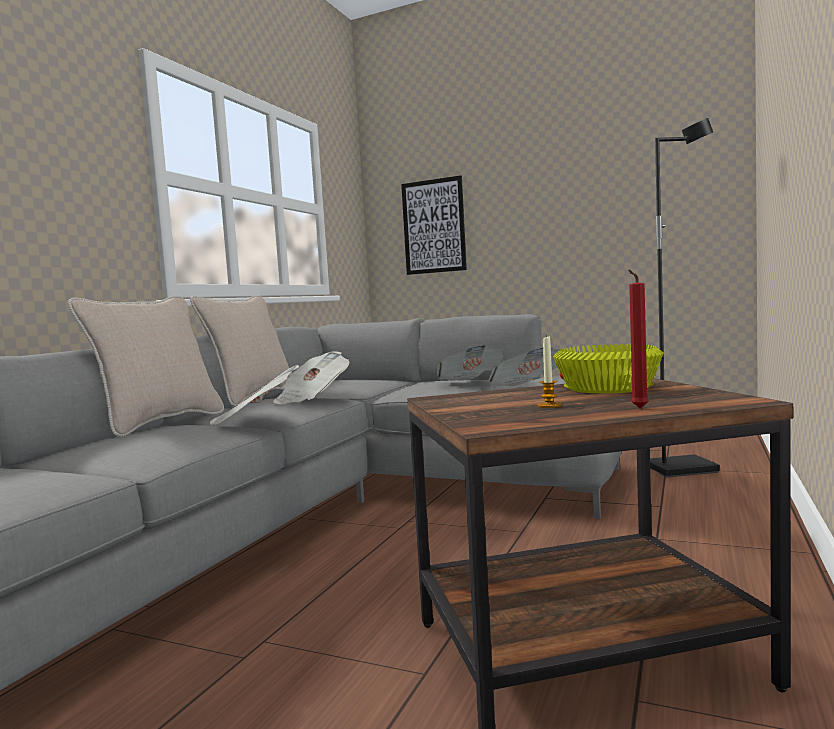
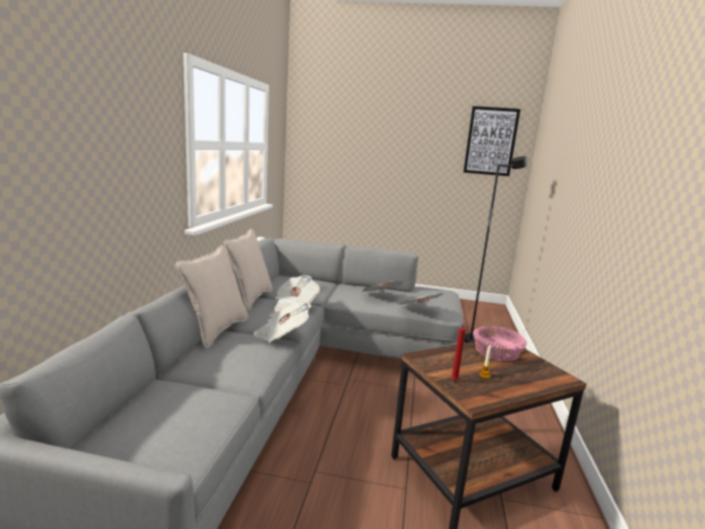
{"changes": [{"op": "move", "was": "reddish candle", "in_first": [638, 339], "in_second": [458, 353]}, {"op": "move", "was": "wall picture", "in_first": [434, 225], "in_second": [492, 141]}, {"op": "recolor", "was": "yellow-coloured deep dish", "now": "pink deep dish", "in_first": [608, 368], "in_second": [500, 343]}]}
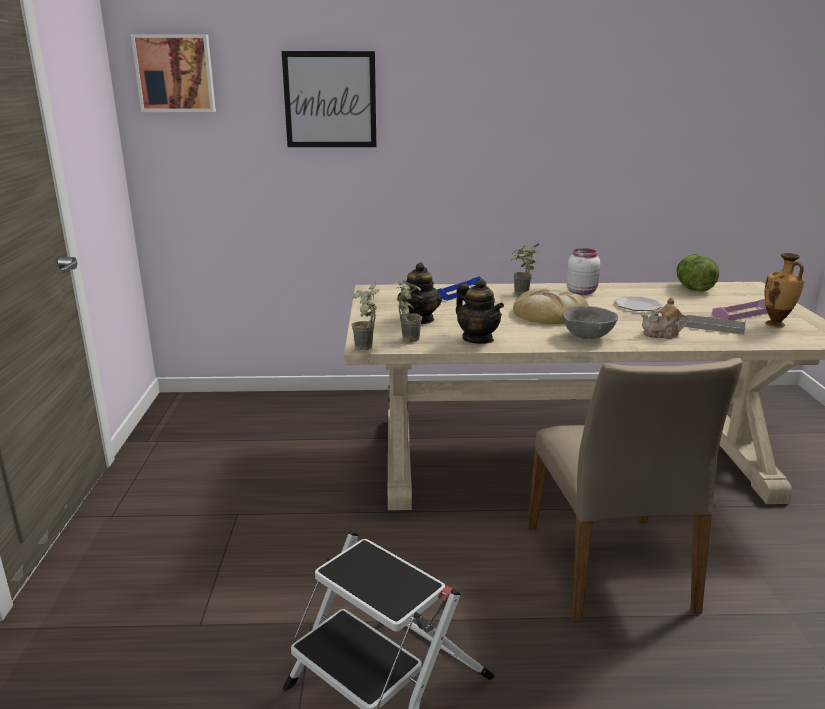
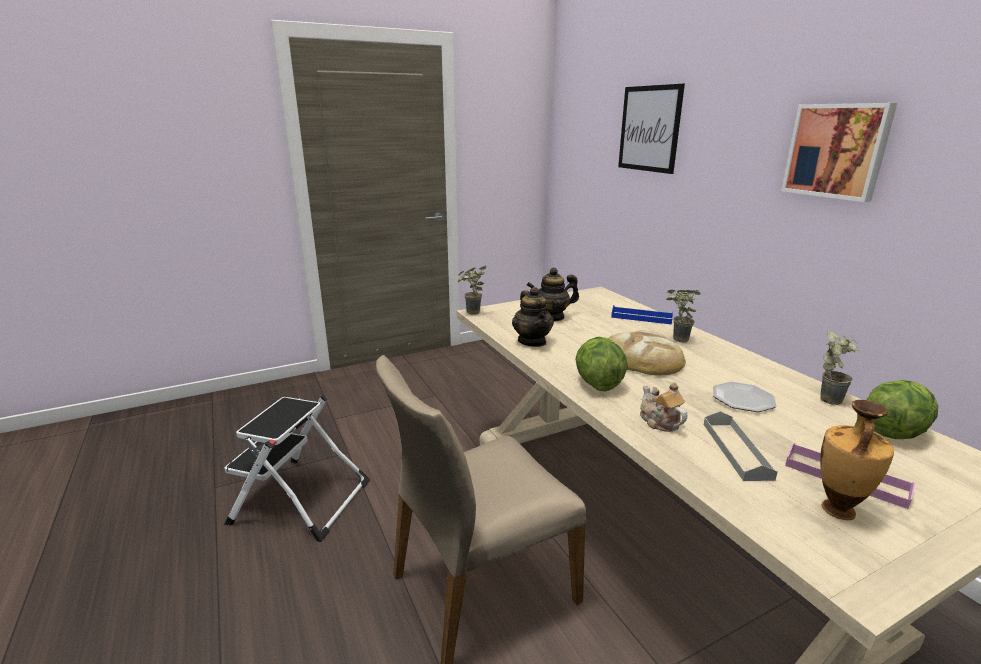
{"changes": [{"op": "rotate", "was": "tea pot", "in_first": [480, 311], "in_second": [533, 317], "clockwise": -45}, {"op": "replace", "was": "gray deep dish", "now": "head of lettuce", "in_first": [590, 322], "in_second": [601, 364]}, {"op": "move", "was": "wall picture", "in_first": [173, 73], "in_second": [839, 152]}, {"op": "move", "was": "houseplant", "in_first": [408, 311], "in_second": [839, 368]}, {"op": "delete", "was": "white-coloured preserve jar", "in_first": [583, 271]}]}
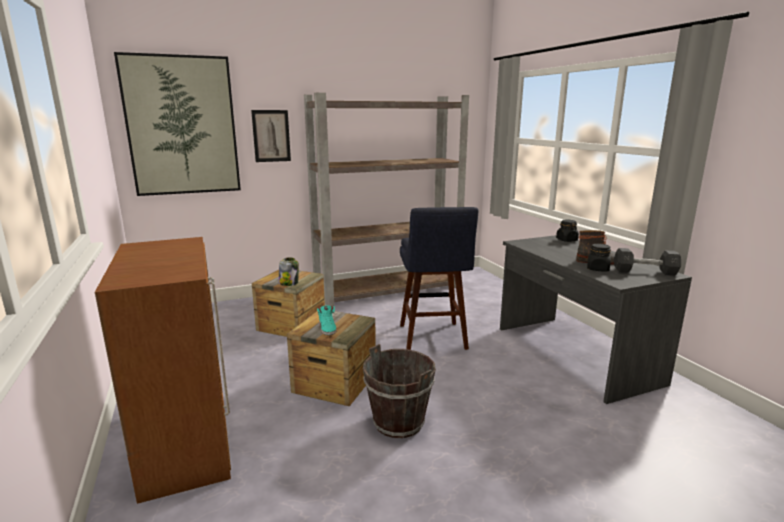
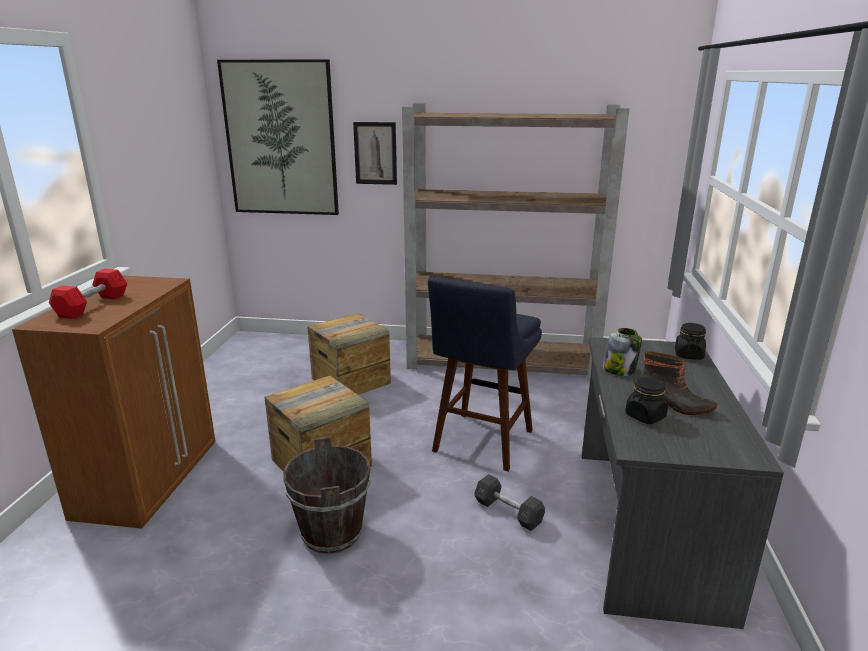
{"changes": [{"op": "insert", "now": "reddish free weight", "in_second": [88, 294]}, {"op": "move", "was": "gray free weight", "in_first": [647, 261], "in_second": [509, 502]}, {"op": "move", "was": "preserve jar", "in_first": [289, 272], "in_second": [622, 352]}, {"op": "delete", "was": "blue-green item of footwear", "in_first": [327, 320]}]}
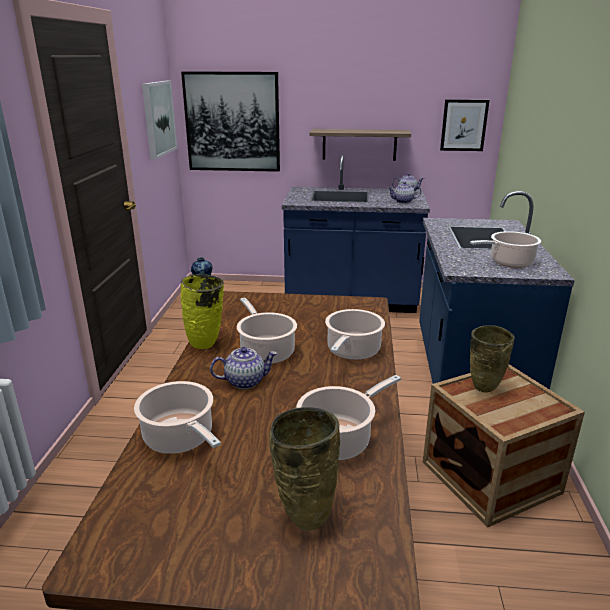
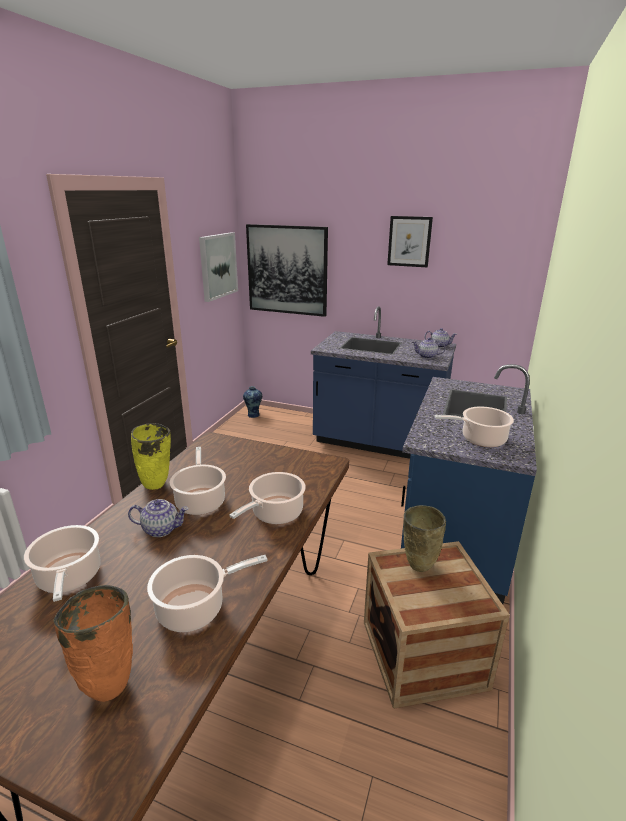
{"changes": [{"op": "recolor", "was": "sand-coloured flower vase", "now": "orange flower vase", "in_first": [304, 468], "in_second": [93, 643]}, {"op": "move", "was": "wall picture", "in_first": [465, 125], "in_second": [410, 241]}, {"op": "delete", "was": "bracket shelf", "in_first": [360, 145]}]}
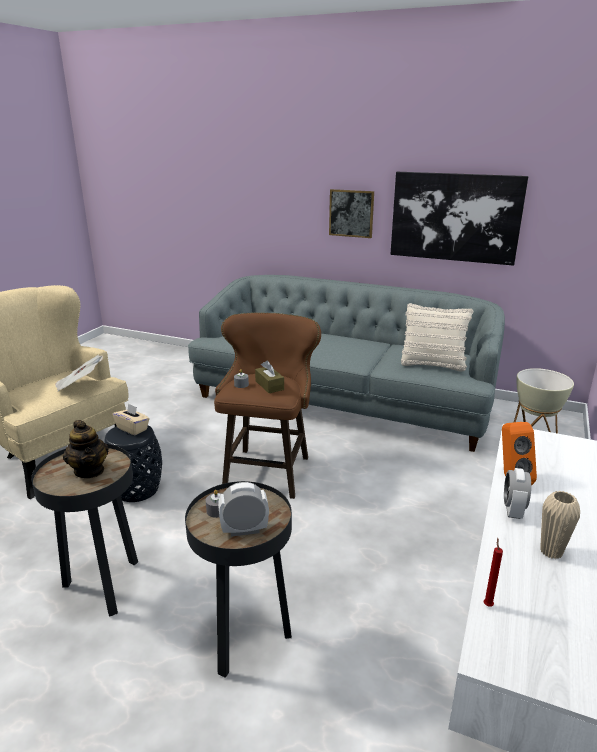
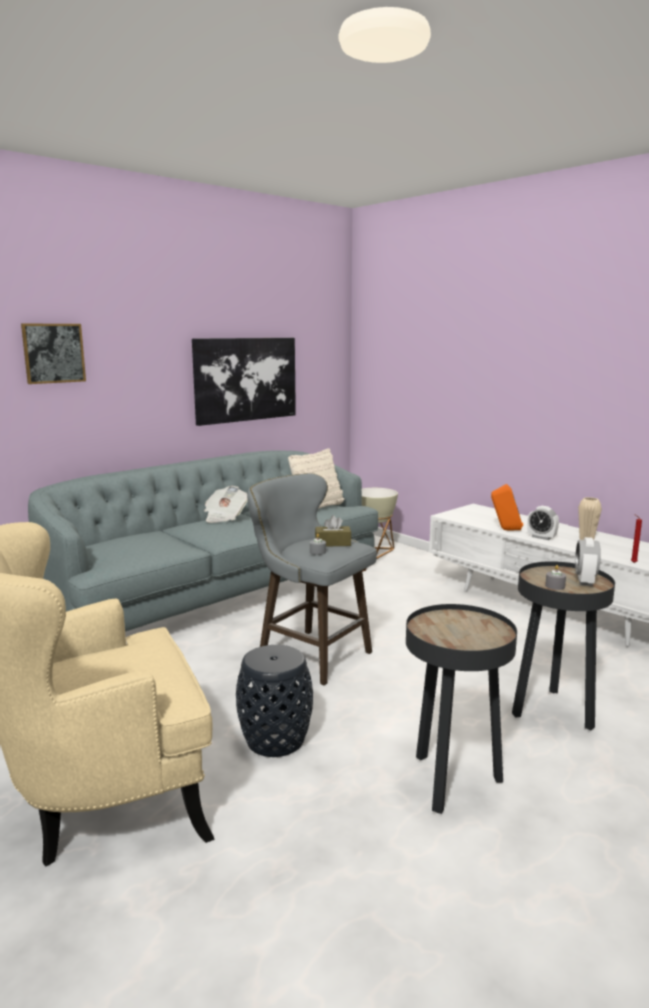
{"changes": [{"op": "move", "was": "wall picture", "in_first": [351, 213], "in_second": [53, 353]}, {"op": "move", "was": "daily paper", "in_first": [79, 373], "in_second": [226, 504]}, {"op": "recolor", "was": "brown-coloured stool seat", "now": "gray stool seat", "in_first": [267, 406], "in_second": [312, 579]}, {"op": "delete", "was": "tea pot", "in_first": [86, 449]}, {"op": "delete", "was": "sand-coloured box of tissues", "in_first": [131, 419]}]}
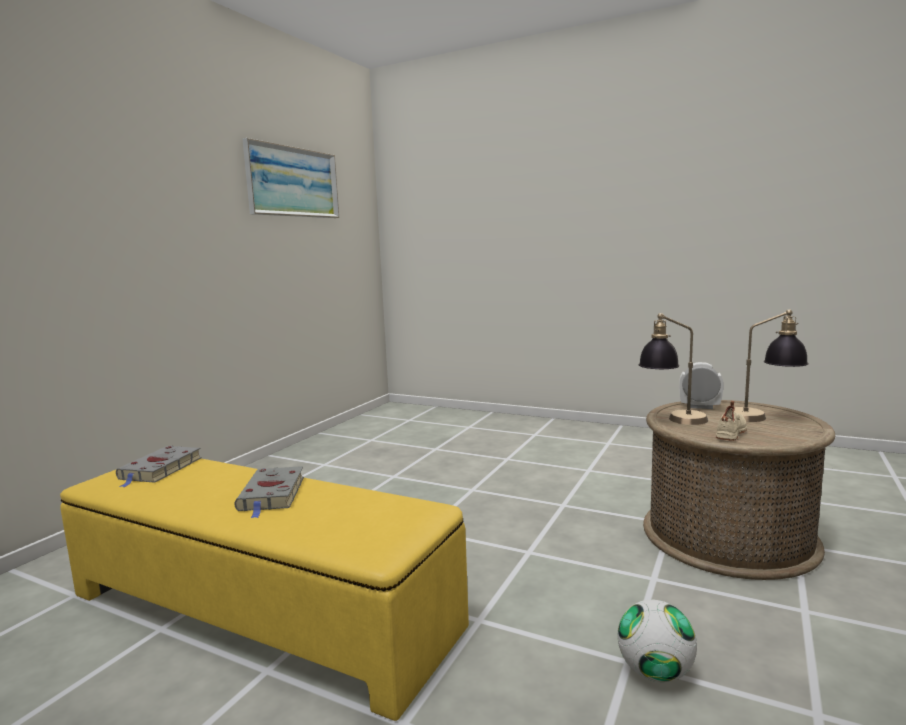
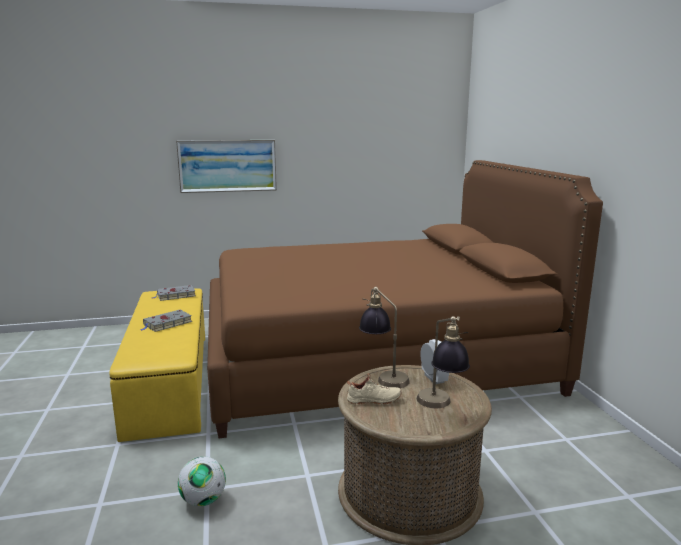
{"changes": [{"op": "move", "was": "wall picture", "in_first": [290, 178], "in_second": [226, 166]}, {"op": "insert", "now": "brown-coloured bed", "in_second": [405, 299]}]}
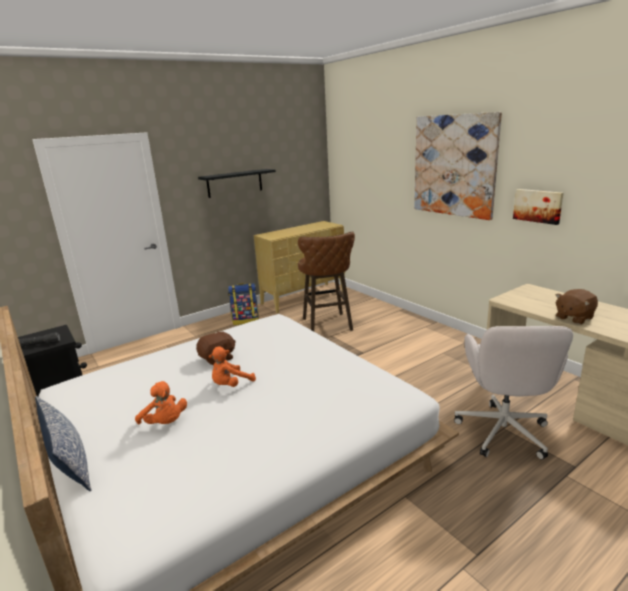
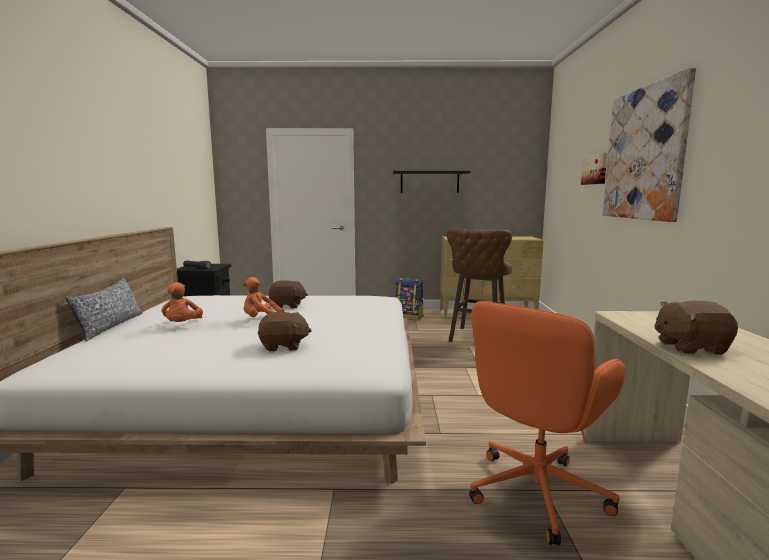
{"changes": [{"op": "insert", "now": "brown-coloured cuddly toy", "in_second": [285, 331]}, {"op": "recolor", "was": "white-coloured office chair", "now": "orange office chair", "in_first": [513, 393], "in_second": [547, 423]}, {"op": "move", "was": "wall picture", "in_first": [538, 207], "in_second": [594, 169]}]}
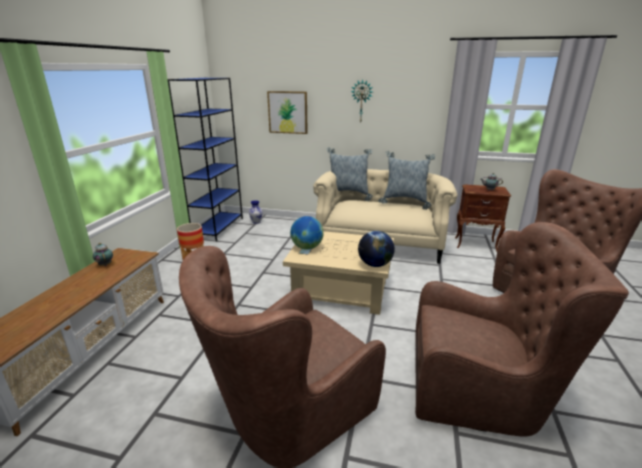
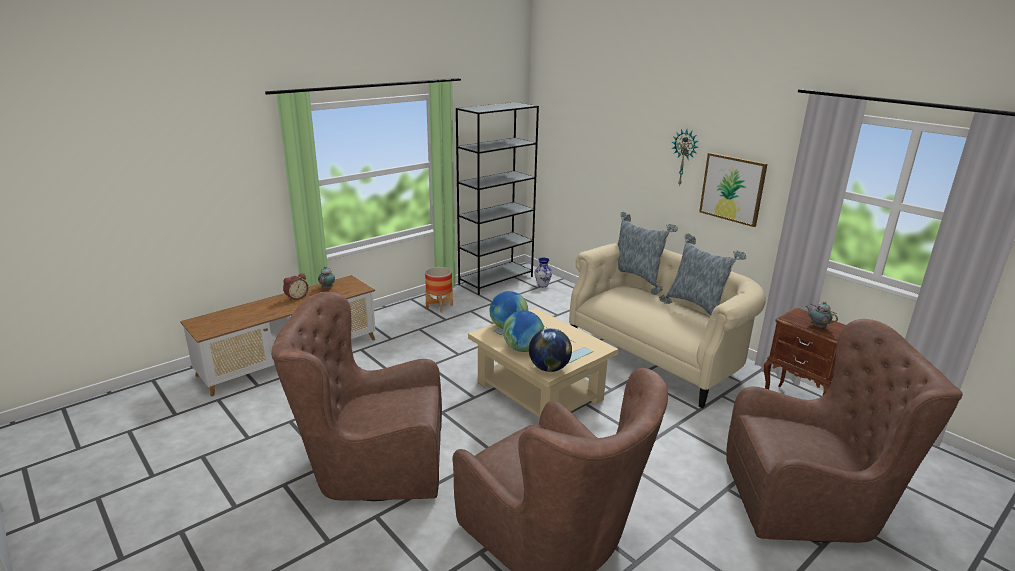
{"changes": [{"op": "insert", "now": "table clock", "in_second": [295, 287]}, {"op": "recolor", "was": "blue-coloured bookshelf", "now": "gray bookshelf", "in_first": [205, 159], "in_second": [497, 198]}, {"op": "insert", "now": "desk globe", "in_second": [523, 331]}, {"op": "move", "was": "wall picture", "in_first": [287, 112], "in_second": [733, 190]}]}
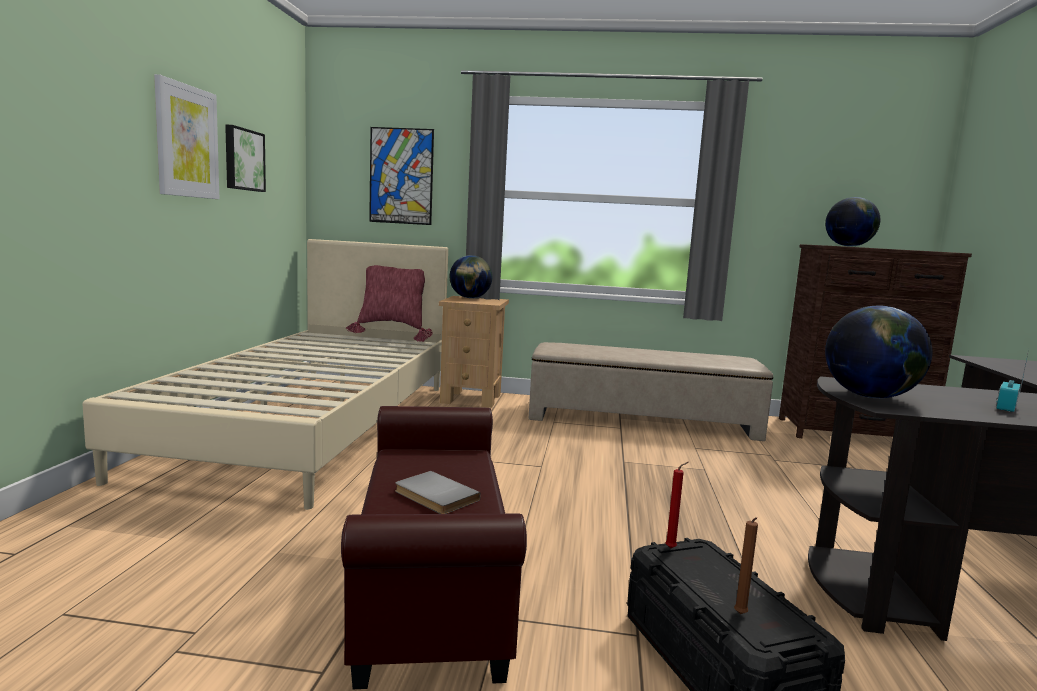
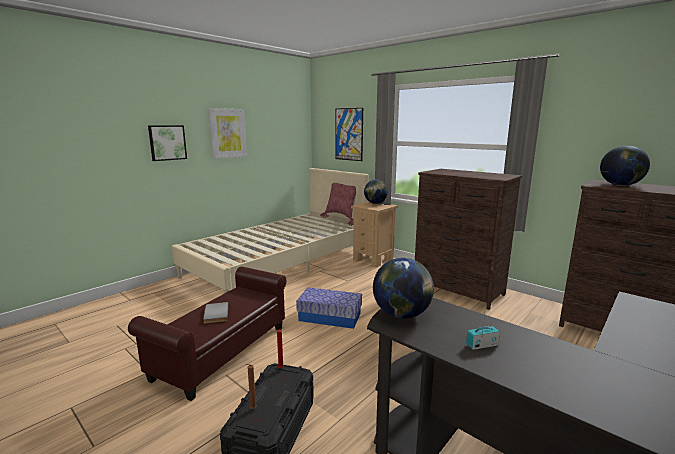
{"changes": [{"op": "move", "was": "wall picture", "in_first": [245, 158], "in_second": [167, 143]}, {"op": "insert", "now": "storage box", "in_second": [329, 308]}, {"op": "replace", "was": "sand-coloured indoor bench", "now": "brown-coloured dresser", "in_first": [650, 391], "in_second": [468, 239]}]}
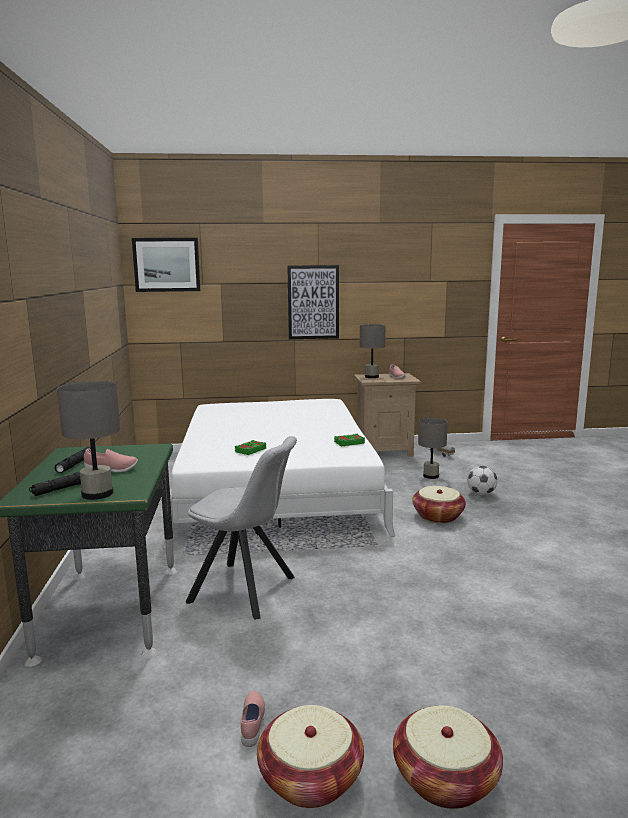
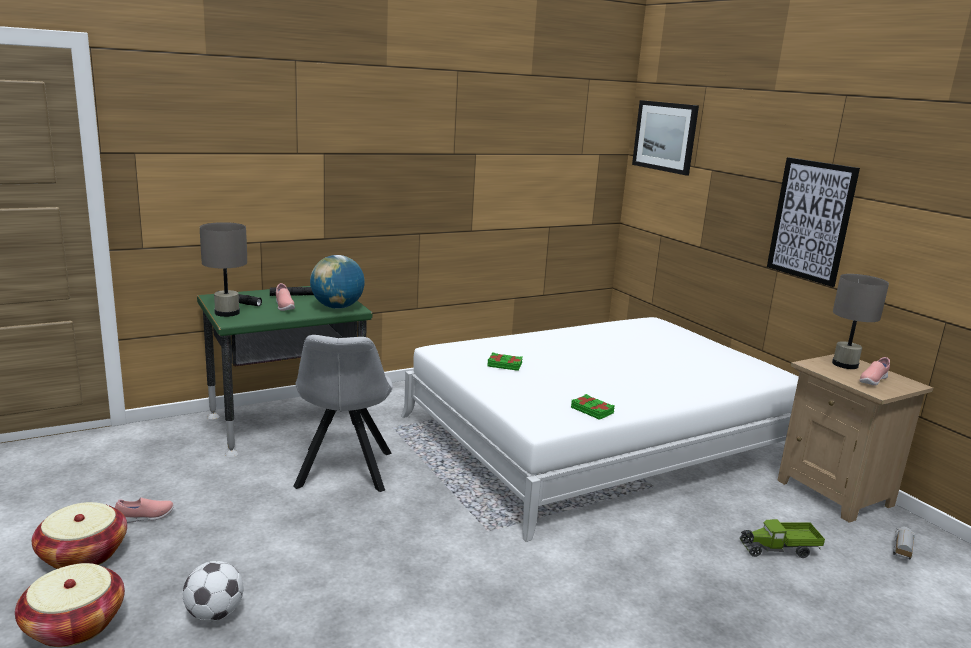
{"changes": [{"op": "move", "was": "football", "in_first": [482, 480], "in_second": [213, 591]}, {"op": "insert", "now": "desk globe", "in_second": [337, 282]}, {"op": "replace", "was": "gray tabletop lamp", "now": "toy lorry", "in_first": [433, 448], "in_second": [782, 538]}, {"op": "delete", "was": "household basket", "in_first": [439, 504]}]}
